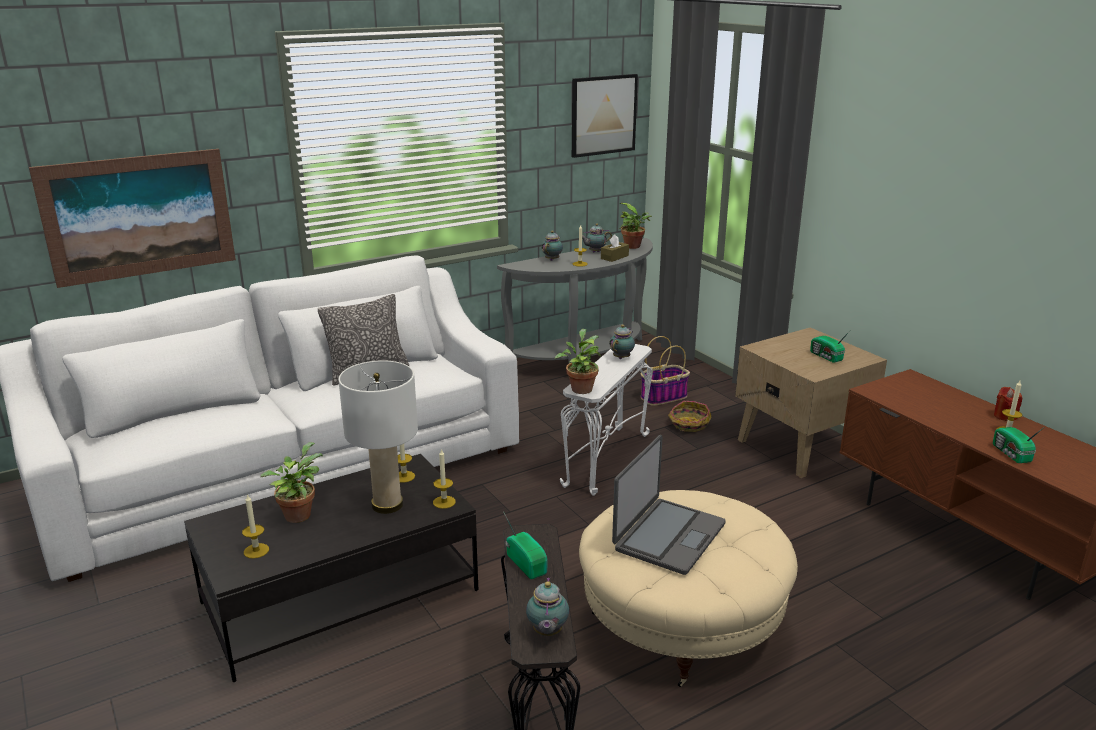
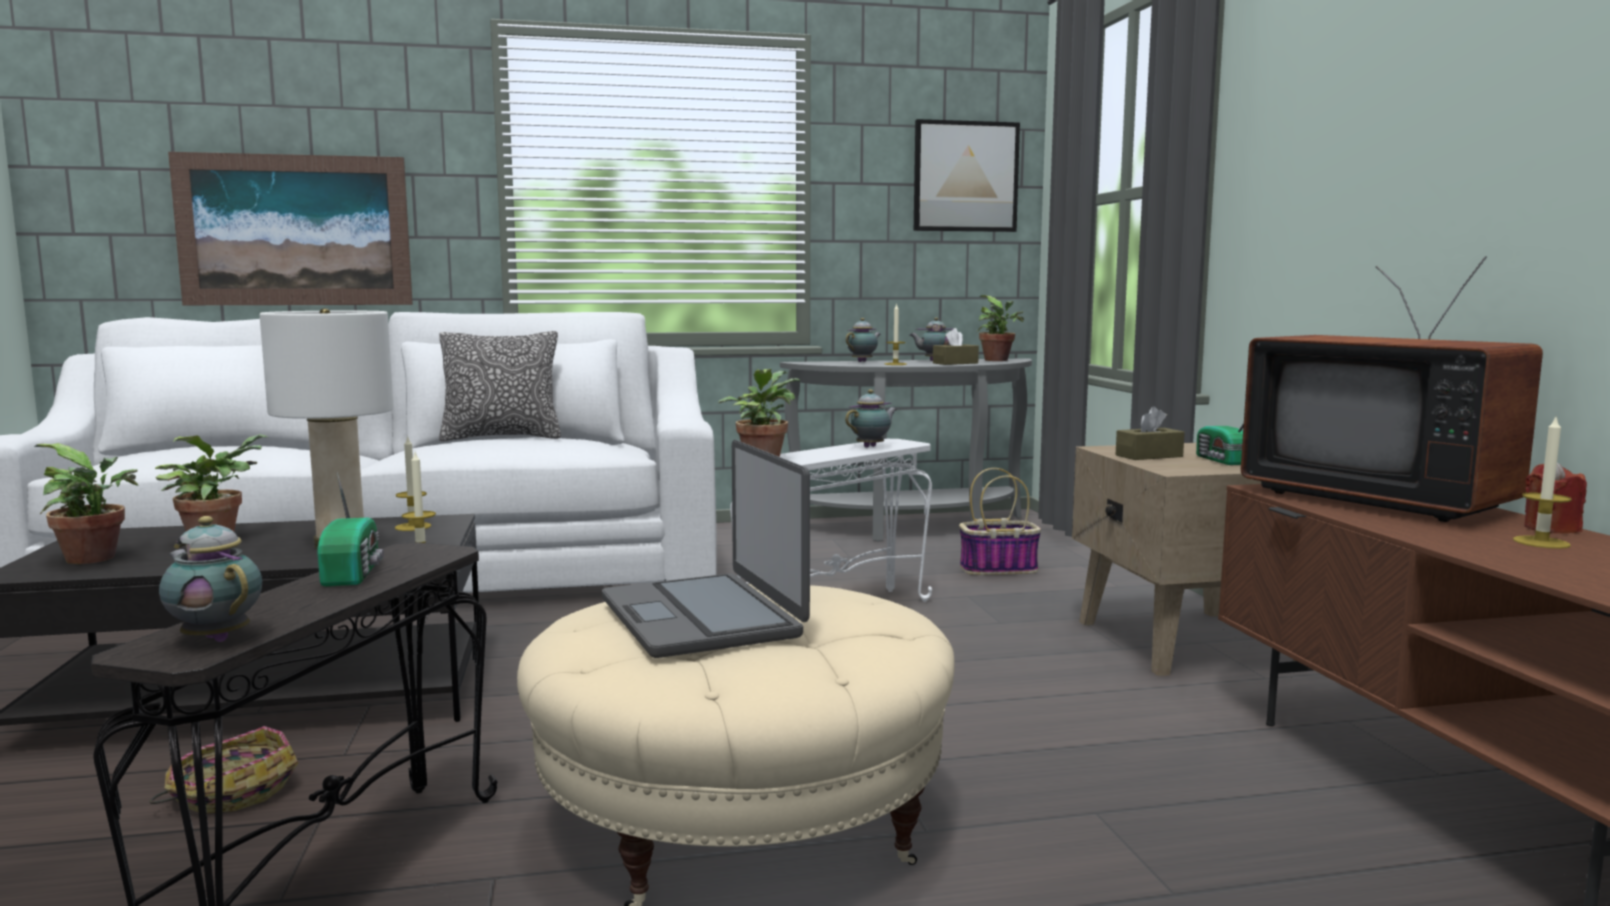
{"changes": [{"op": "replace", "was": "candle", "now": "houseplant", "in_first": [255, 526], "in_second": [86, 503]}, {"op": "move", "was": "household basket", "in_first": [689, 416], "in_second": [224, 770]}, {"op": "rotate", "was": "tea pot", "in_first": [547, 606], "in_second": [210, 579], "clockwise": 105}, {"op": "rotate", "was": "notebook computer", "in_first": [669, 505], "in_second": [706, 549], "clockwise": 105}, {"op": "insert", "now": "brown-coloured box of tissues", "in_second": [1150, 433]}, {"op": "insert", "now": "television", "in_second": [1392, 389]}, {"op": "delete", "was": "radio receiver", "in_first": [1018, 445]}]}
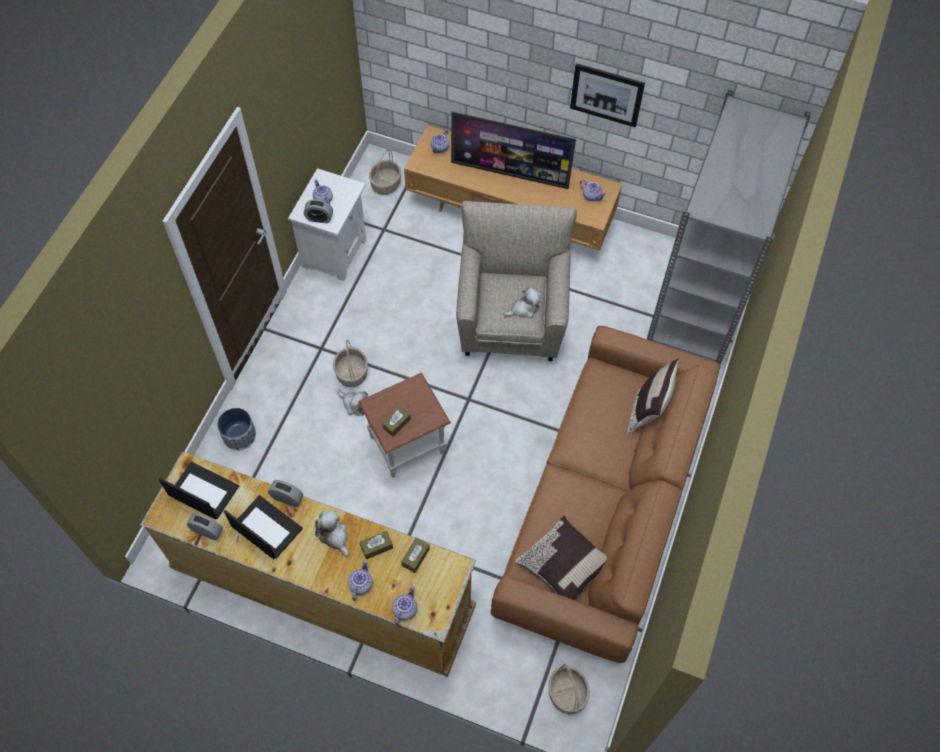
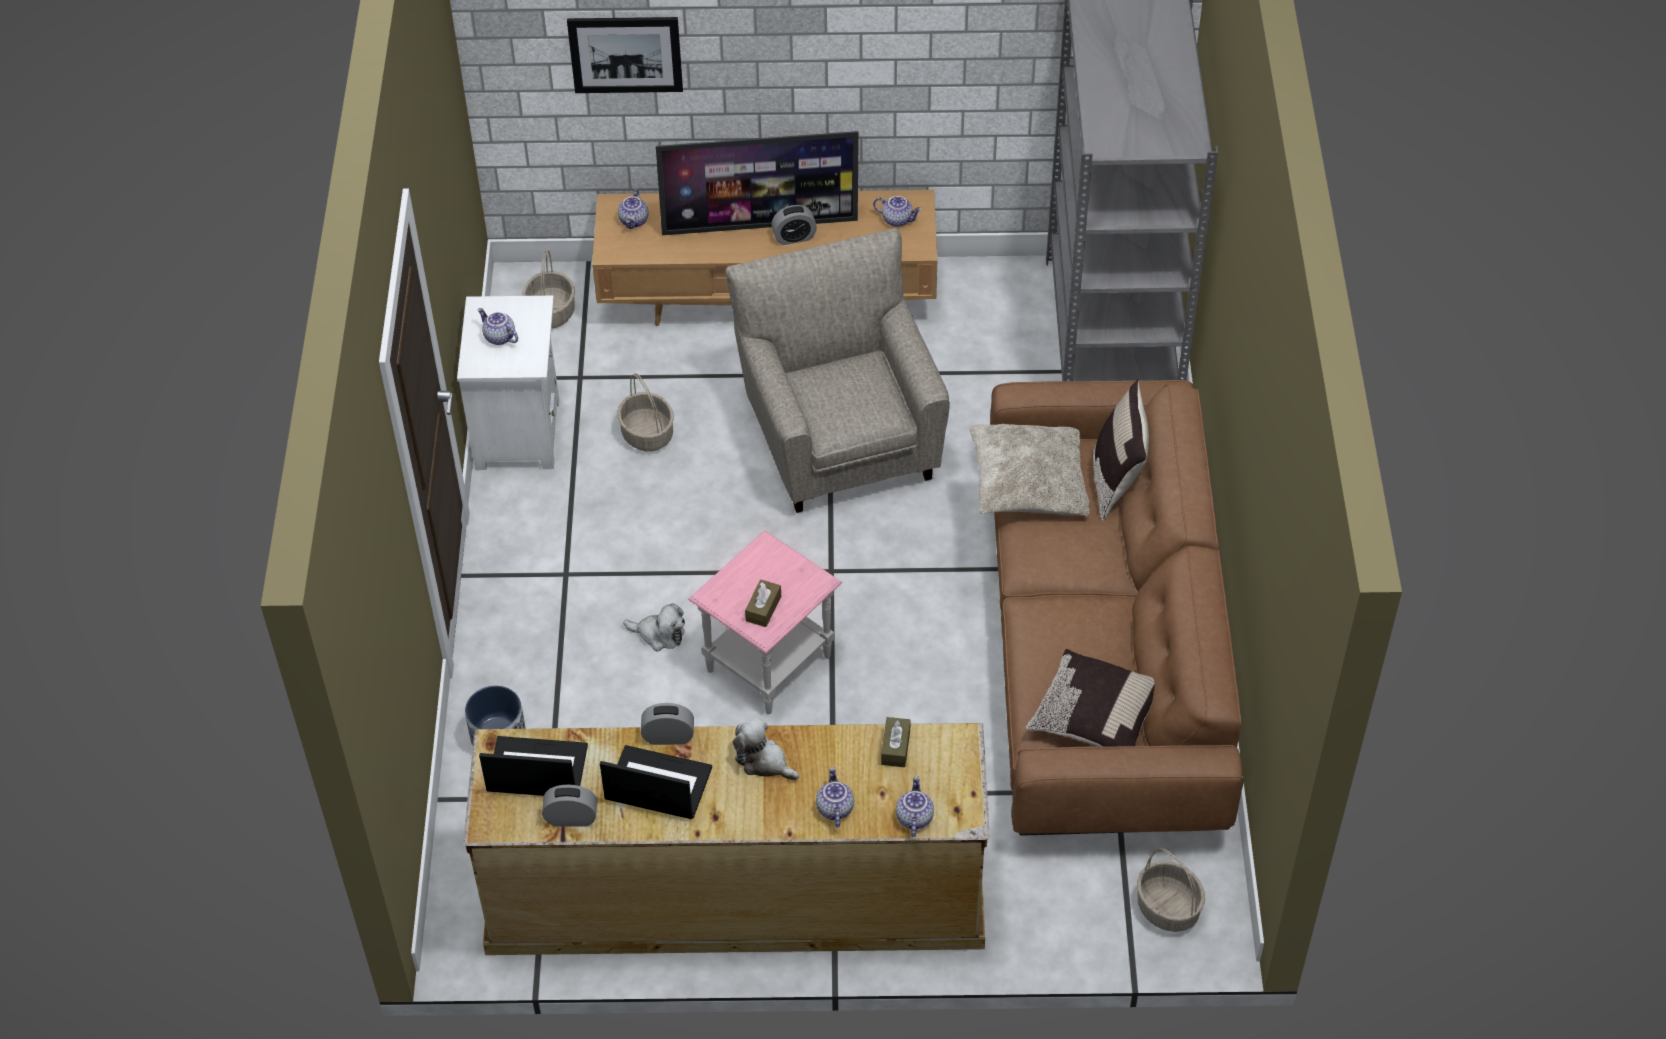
{"changes": [{"op": "move", "was": "wall picture", "in_first": [607, 95], "in_second": [625, 55]}, {"op": "move", "was": "household basket", "in_first": [350, 363], "in_second": [645, 412]}, {"op": "recolor", "was": "brown-coloured end table", "now": "pink end table", "in_first": [404, 425], "in_second": [765, 622]}, {"op": "move", "was": "table clock", "in_first": [318, 211], "in_second": [794, 225]}, {"op": "insert", "now": "sand-coloured throw pillow", "in_second": [1030, 470]}, {"op": "delete", "was": "brown-coloured box of tissues", "in_first": [376, 545]}, {"op": "delete", "was": "cuddly toy", "in_first": [522, 302]}]}
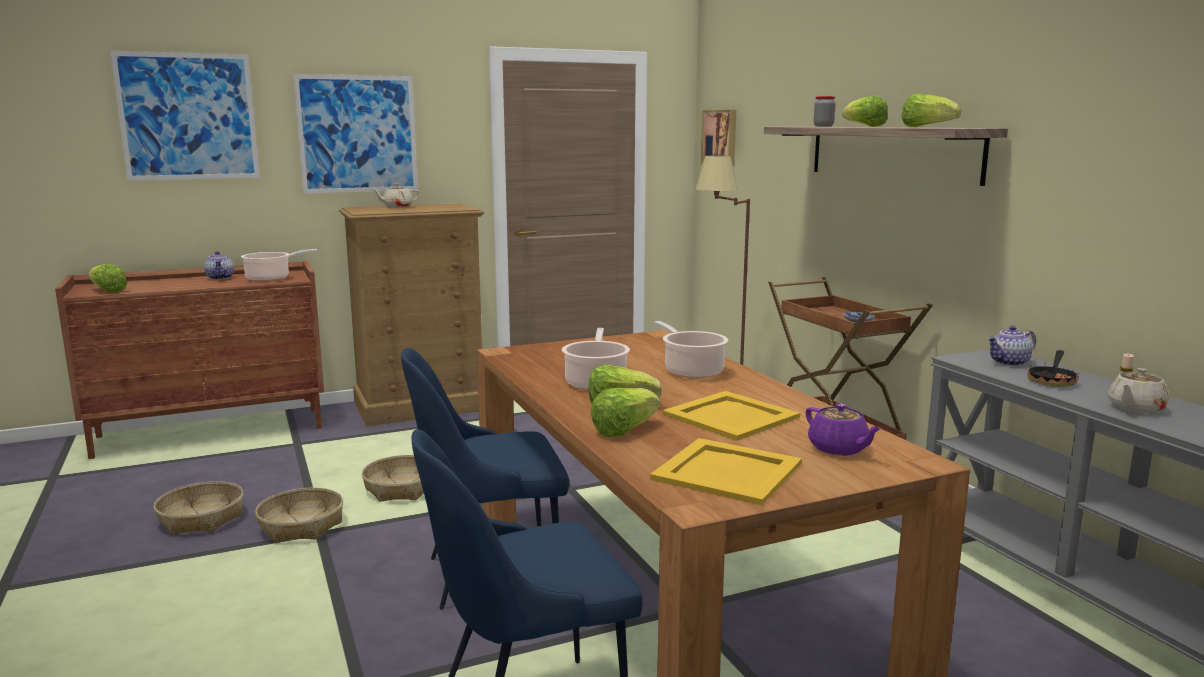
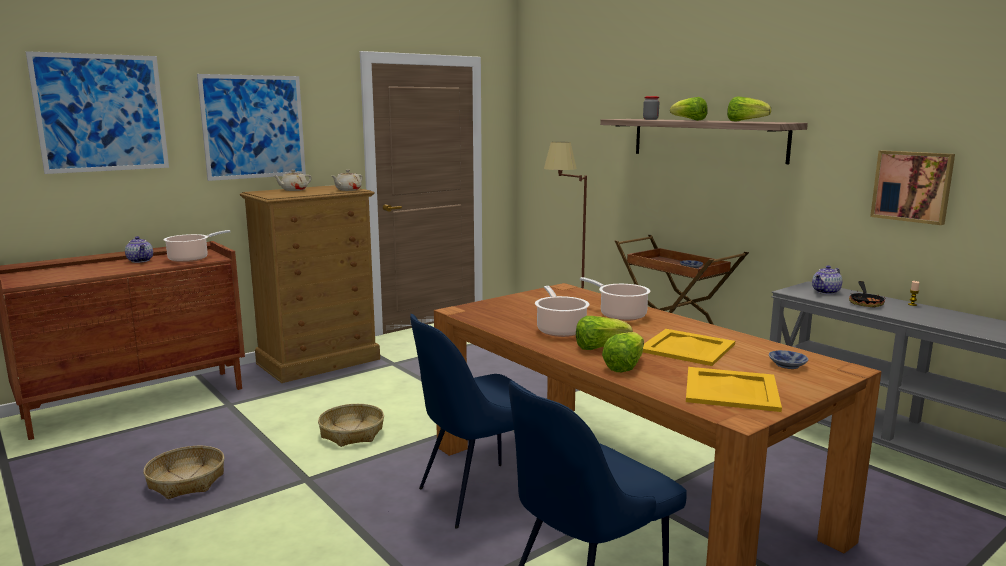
{"changes": [{"op": "move", "was": "sand-coloured tea pot", "in_first": [1138, 390], "in_second": [347, 180]}, {"op": "replace", "was": "purplish tea pot", "now": "deep dish", "in_first": [844, 429], "in_second": [789, 359]}, {"op": "move", "was": "wall picture", "in_first": [718, 138], "in_second": [912, 187]}, {"op": "delete", "was": "head of lettuce", "in_first": [107, 278]}, {"op": "delete", "was": "household basket", "in_first": [299, 515]}]}
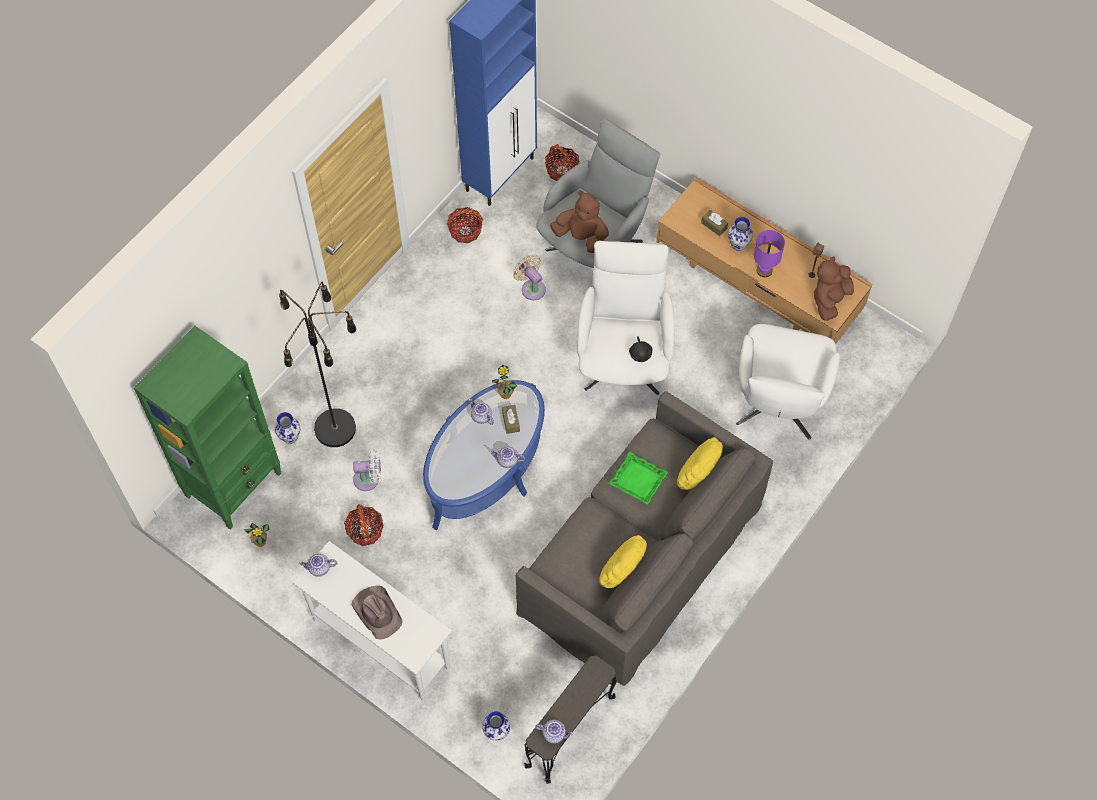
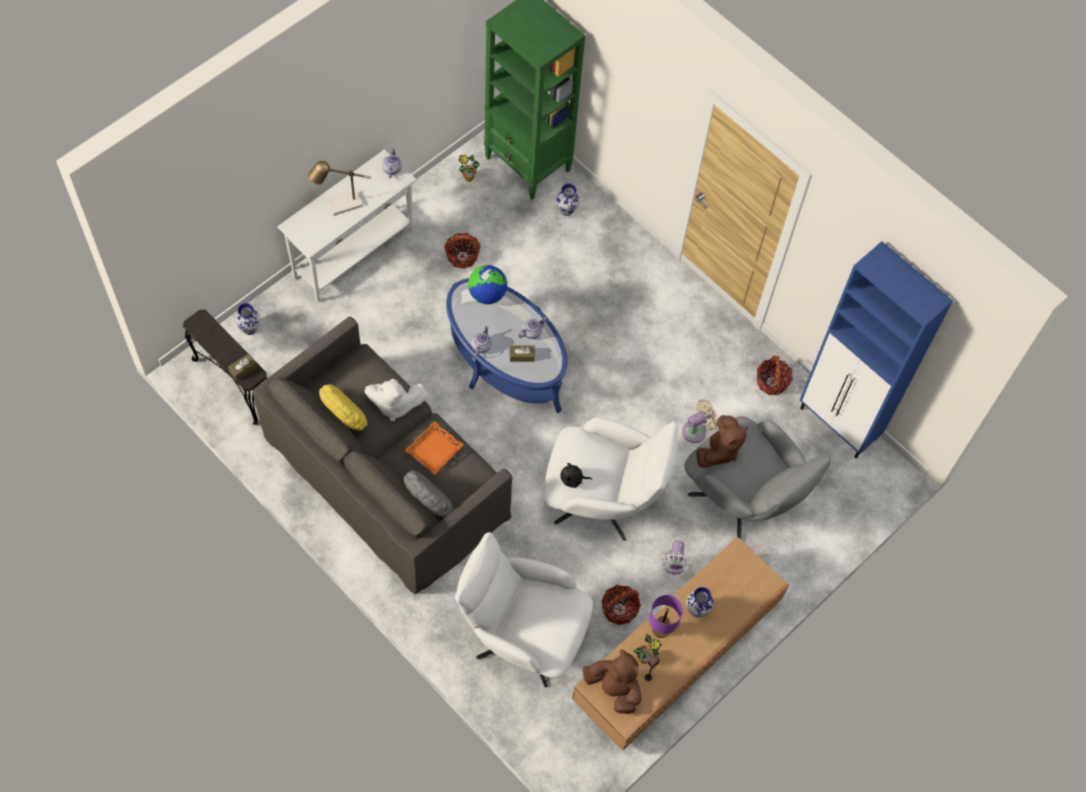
{"changes": [{"op": "move", "was": "brown-coloured box of tissues", "in_first": [714, 223], "in_second": [242, 367]}, {"op": "replace", "was": "brown-coloured clothing hat", "now": "tabletop lamp", "in_first": [377, 613], "in_second": [339, 188]}, {"op": "insert", "now": "white-coloured cuddly toy", "in_second": [396, 400]}, {"op": "recolor", "was": "yellow-coloured throw pillow", "now": "gray throw pillow", "in_first": [700, 463], "in_second": [428, 493]}, {"op": "recolor", "was": "green carrying tray", "now": "orange carrying tray", "in_first": [638, 477], "in_second": [434, 448]}, {"op": "insert", "now": "desk globe", "in_second": [487, 284]}, {"op": "move", "was": "household basket", "in_first": [562, 162], "in_second": [621, 605]}, {"op": "move", "was": "houseplant", "in_first": [504, 382], "in_second": [647, 649]}, {"op": "move", "was": "white-coloured fan", "in_first": [367, 470], "in_second": [676, 557]}, {"op": "delete", "was": "standard lamp", "in_first": [317, 364]}, {"op": "delete", "was": "tea pot", "in_first": [554, 732]}]}
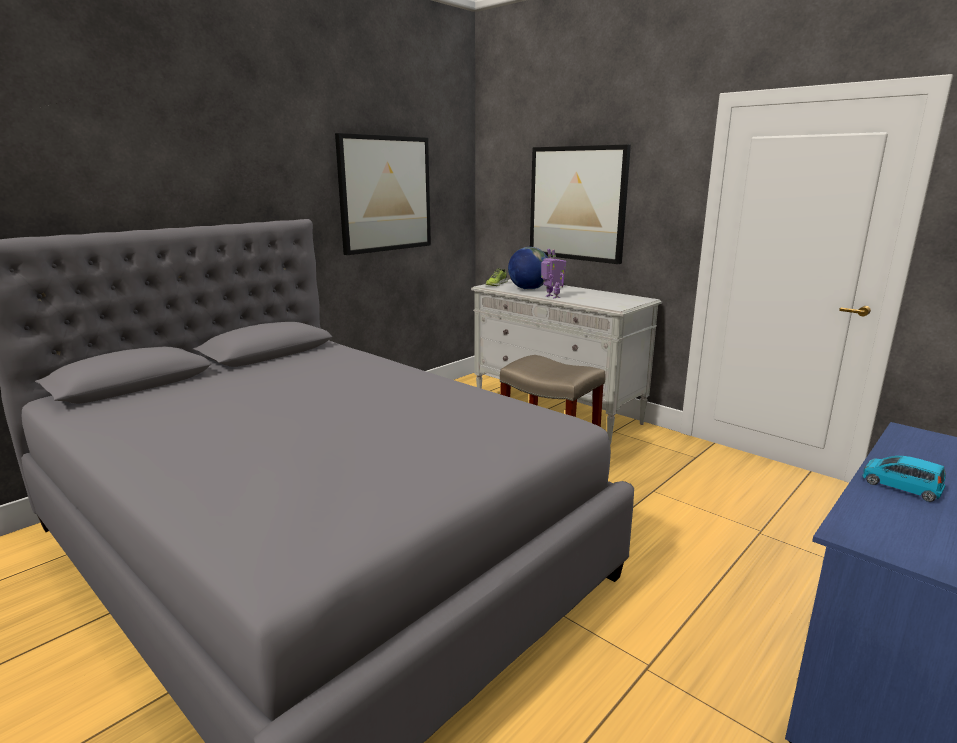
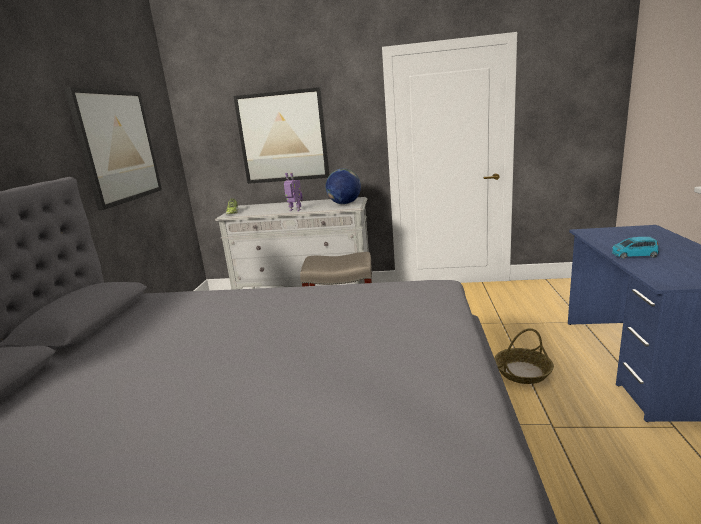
{"changes": [{"op": "move", "was": "desk globe", "in_first": [528, 268], "in_second": [343, 186]}, {"op": "insert", "now": "household basket", "in_second": [524, 356]}]}
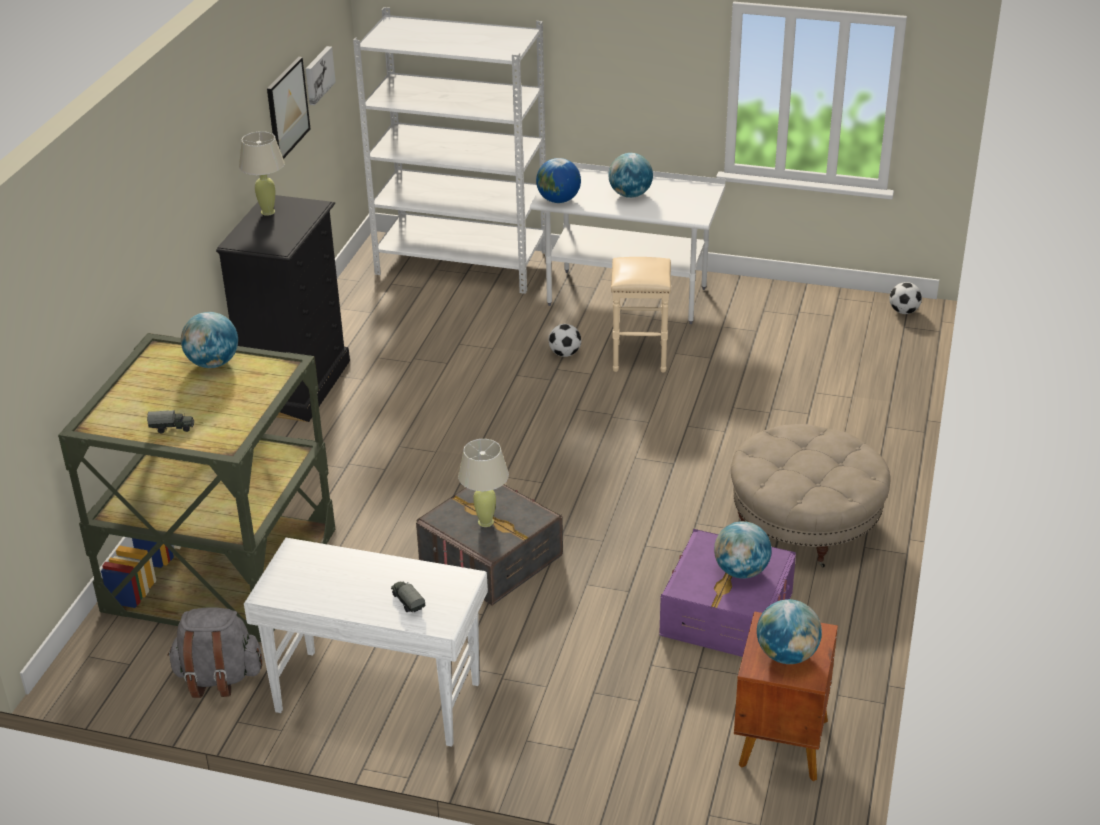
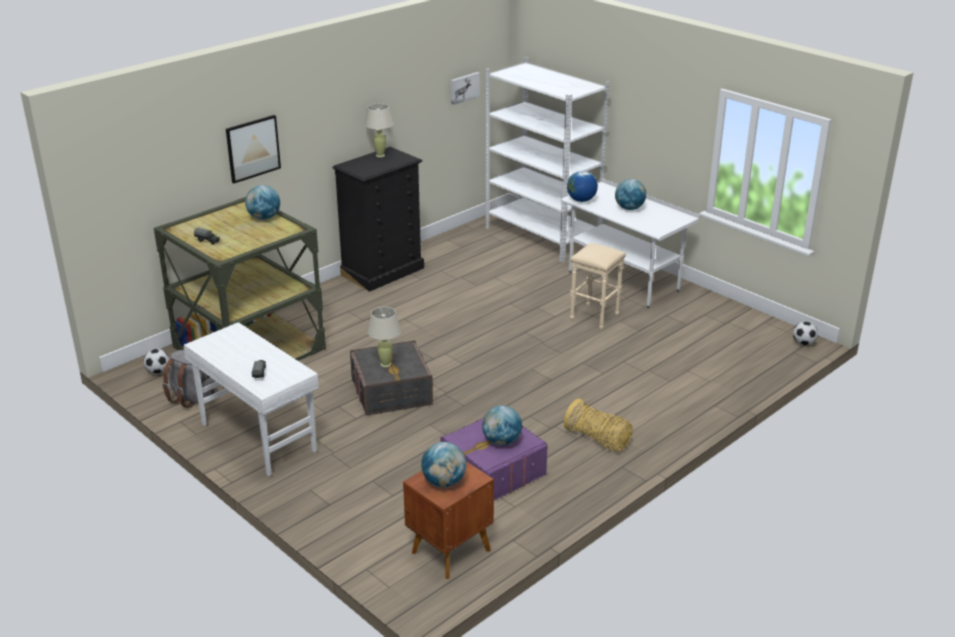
{"changes": [{"op": "move", "was": "football", "in_first": [564, 340], "in_second": [156, 361]}, {"op": "move", "was": "wall picture", "in_first": [288, 108], "in_second": [253, 149]}, {"op": "replace", "was": "sand-coloured ottoman", "now": "household basket", "in_first": [811, 495], "in_second": [598, 425]}]}
